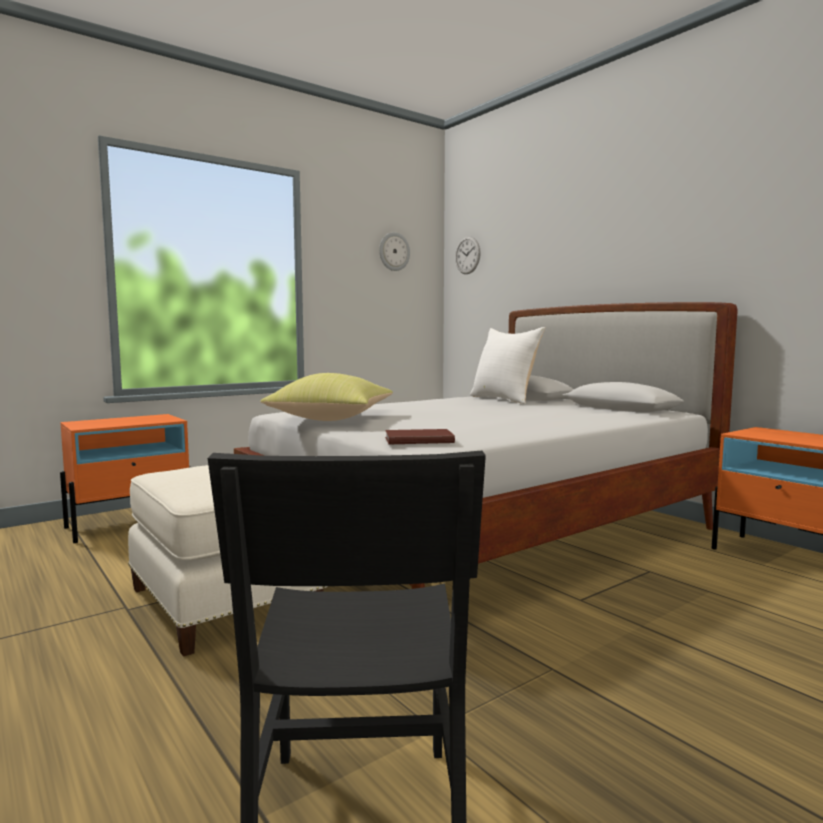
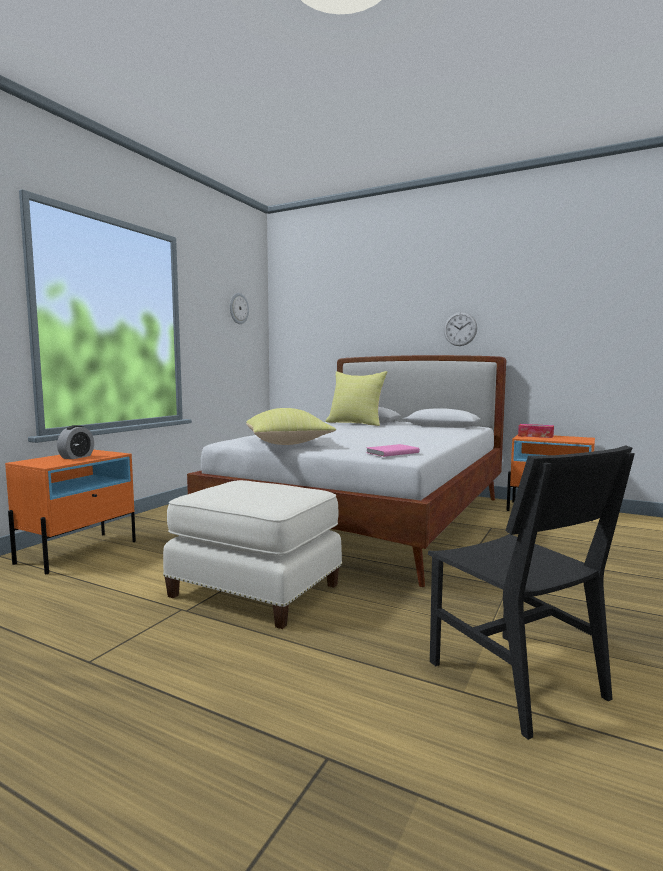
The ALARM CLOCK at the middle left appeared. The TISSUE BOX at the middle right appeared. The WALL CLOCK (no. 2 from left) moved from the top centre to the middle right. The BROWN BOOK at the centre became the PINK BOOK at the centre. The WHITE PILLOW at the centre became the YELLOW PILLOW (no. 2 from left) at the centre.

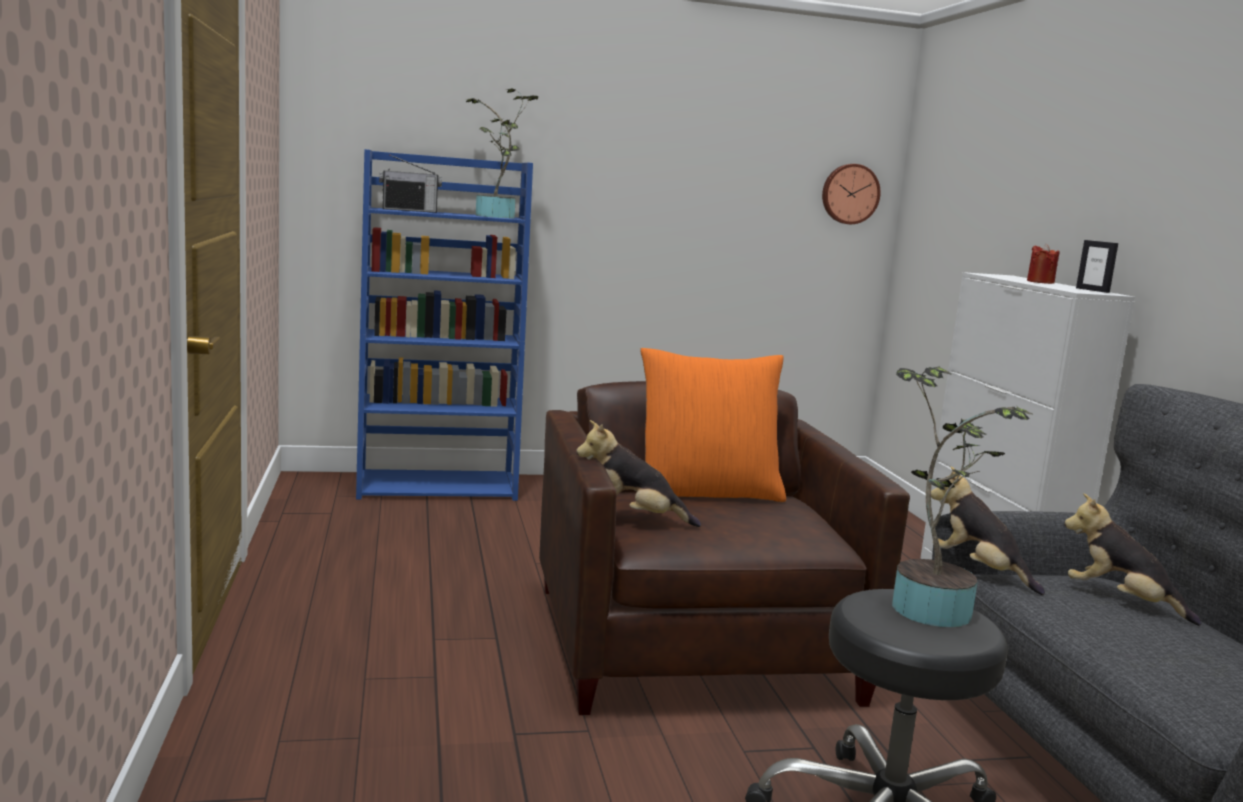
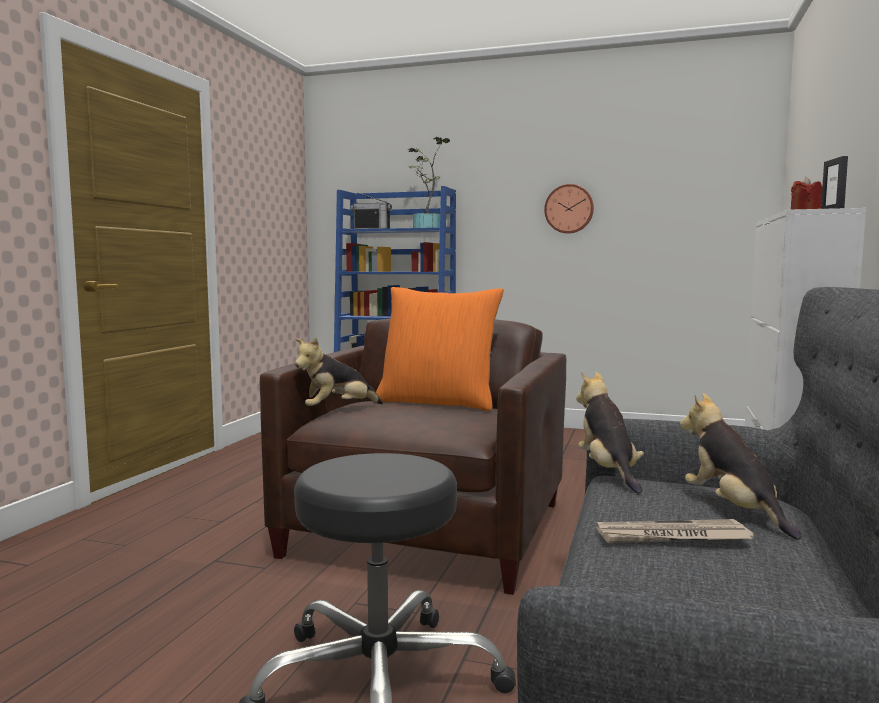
The POTTED PLANT (no. 2 from left) at the middle right disappeared. The NEWSPAPER at the bottom right appeared. The WALL CLOCK moved from the top right to the top centre. The PLUSH TOY (no. 1 from left) at the centre turned 75 degrees counterclockwise.

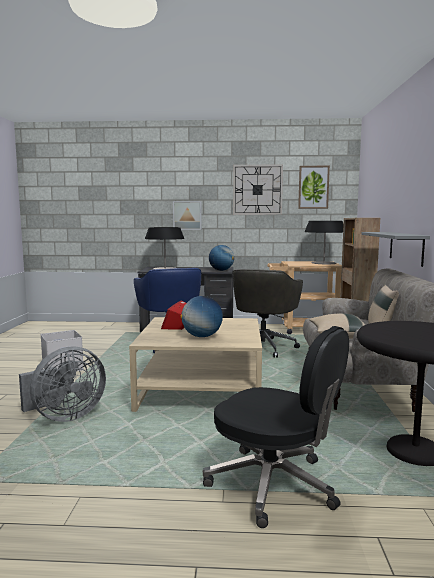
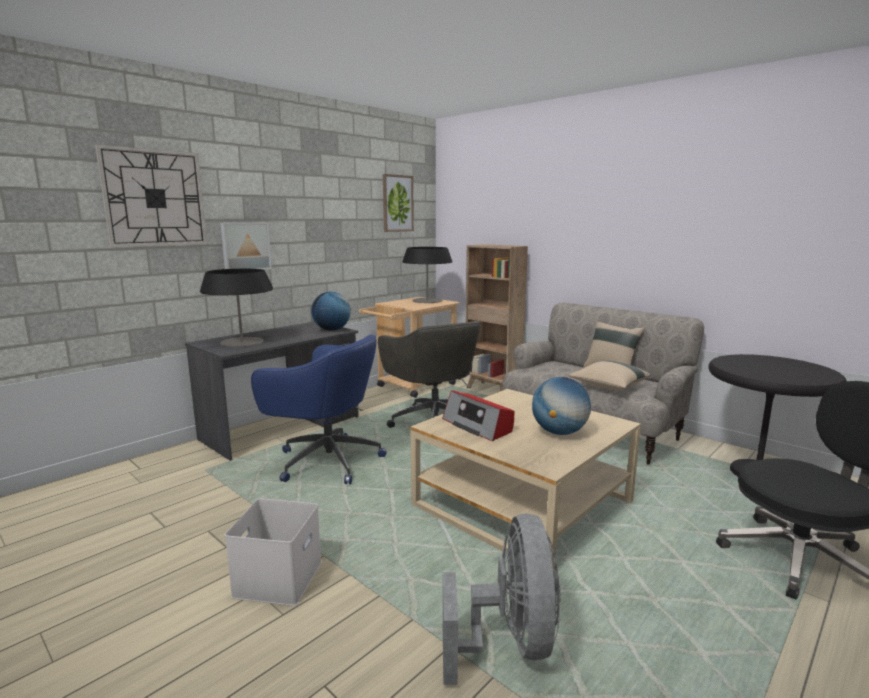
The GREY SHELF at the middle right disappeared. The WALL CLOCK moved from the top centre to the top left.

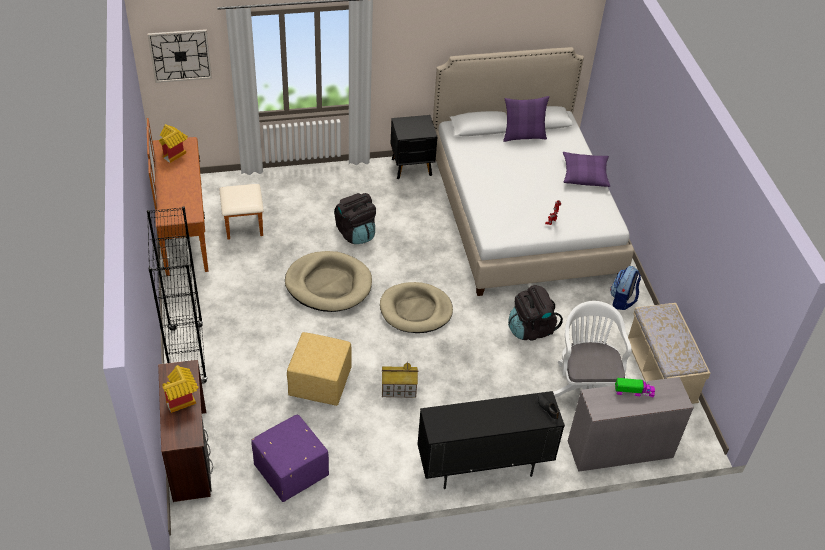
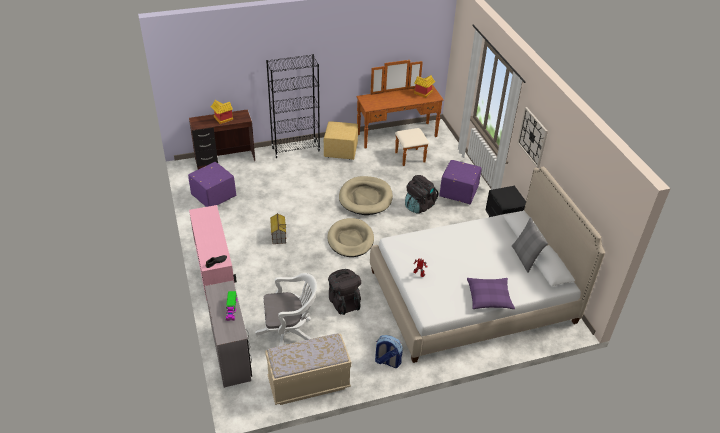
The PURPLE OTTOMAN (no. 2 from left) at the centre appeared. The WALL CLOCK moved from the top left to the top right. The YELLOW OTTOMAN moved from the bottom centre to the top centre. The BLACK CABINET at the bottom centre became the PINK CABINET at the middle left. The PURPLE PILLOW (no. 1 from left) at the top centre became the GREY PILLOW at the middle right.

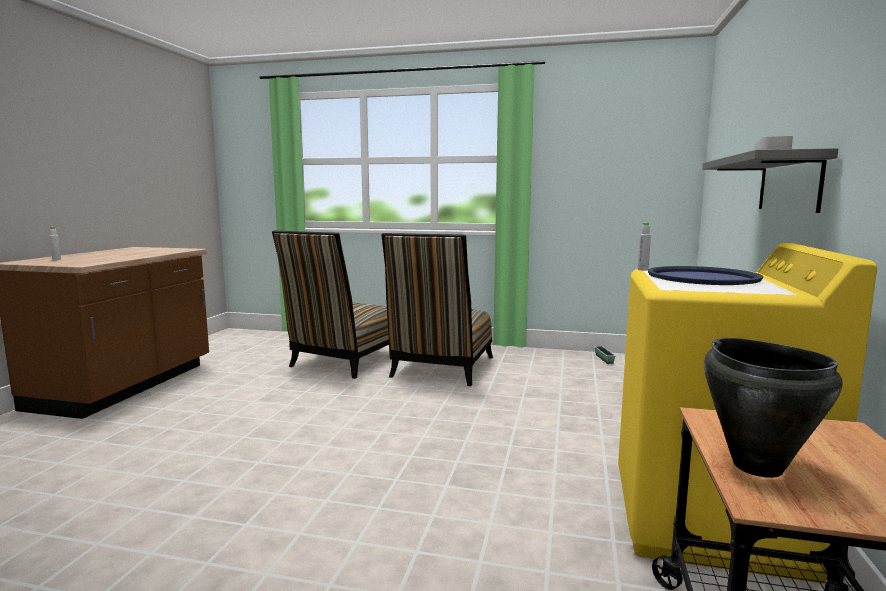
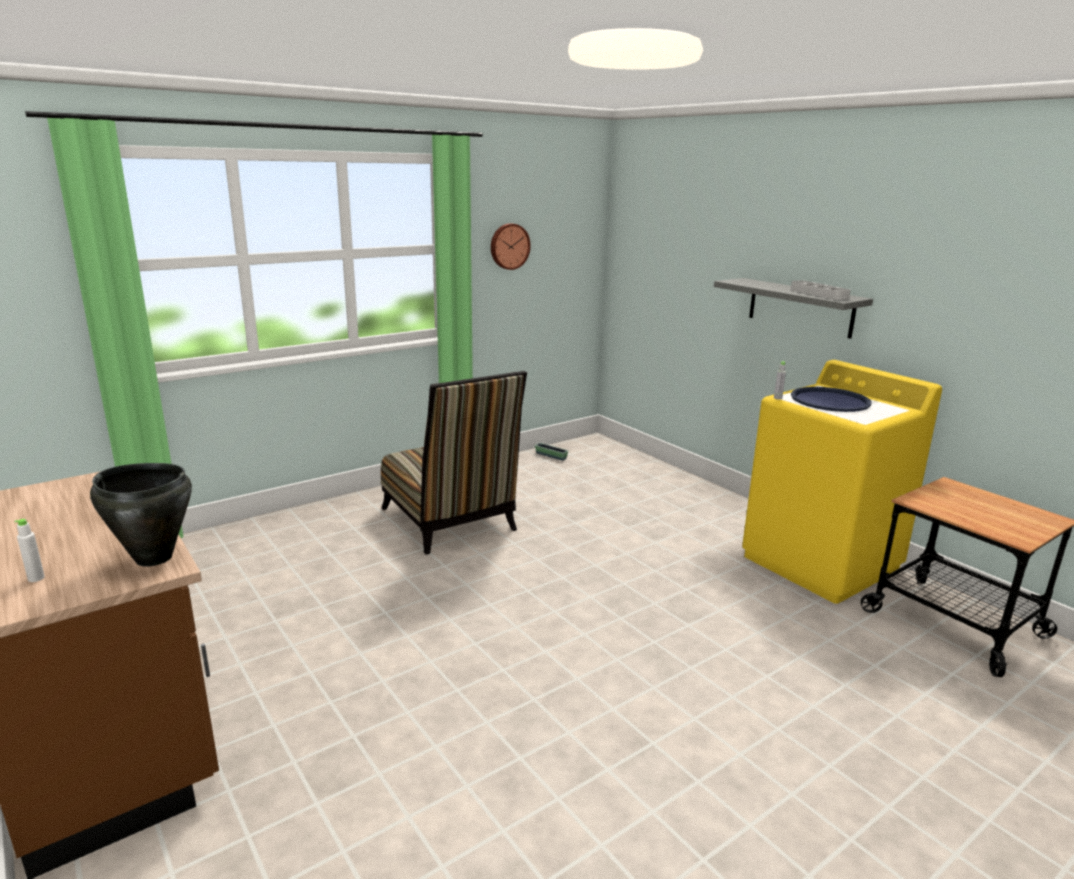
The CHAIR (no. 1 from left) at the centre disappeared. The WALL CLOCK at the top centre appeared. The BLACK COOKING POT moved from the bottom right to the middle left.

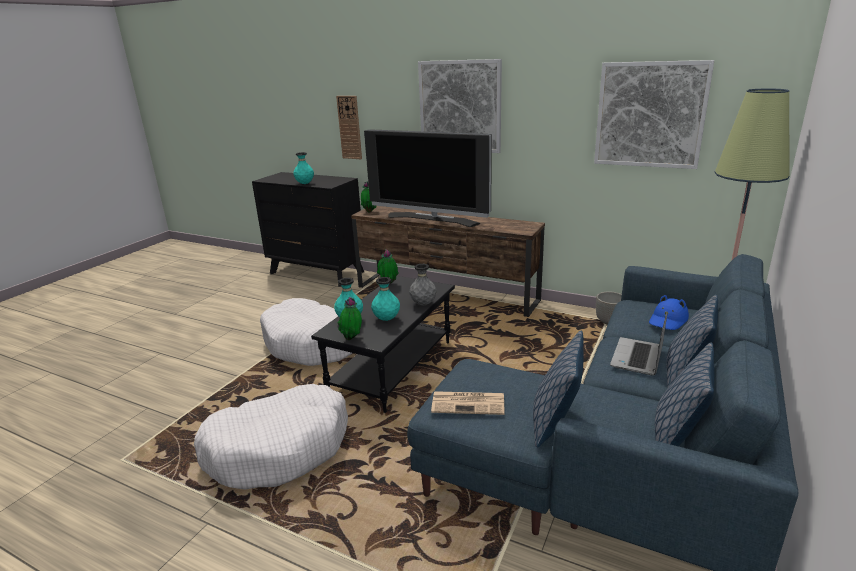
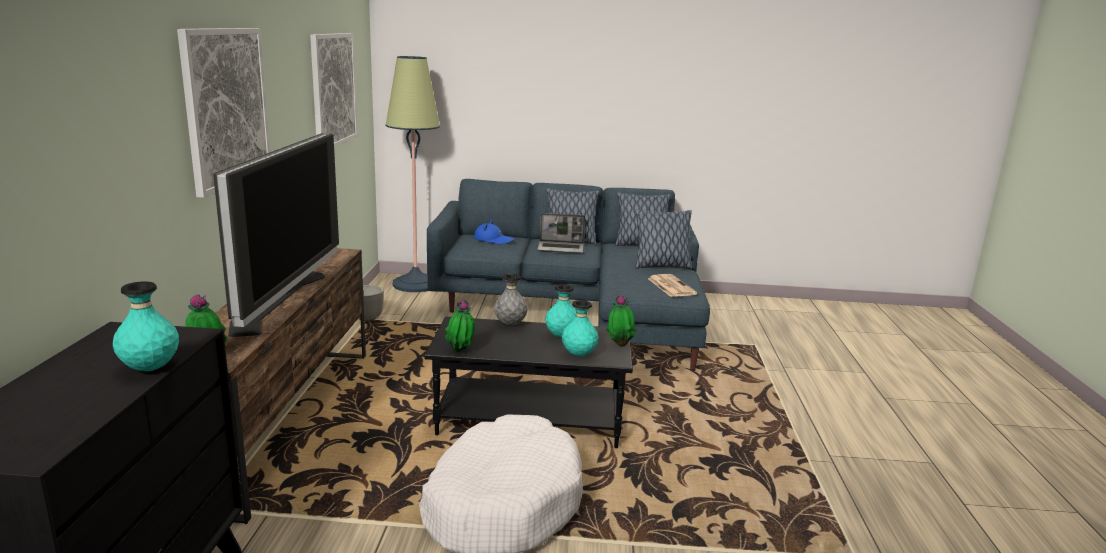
The WHITE DOG BED (no. 1 from left) at the bottom left disappeared. The WALL CLOCK at the top centre disappeared.

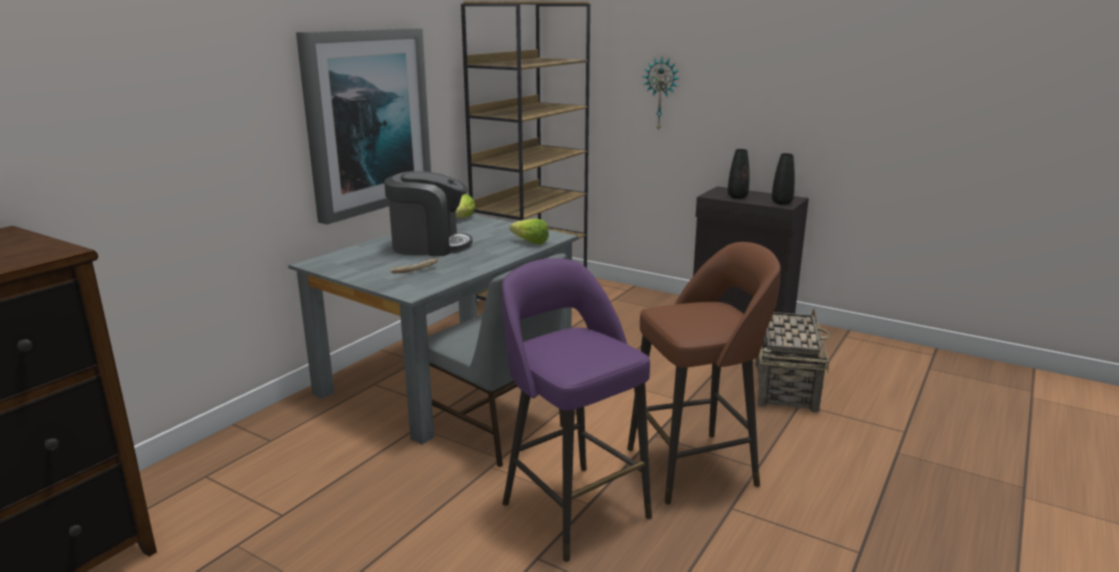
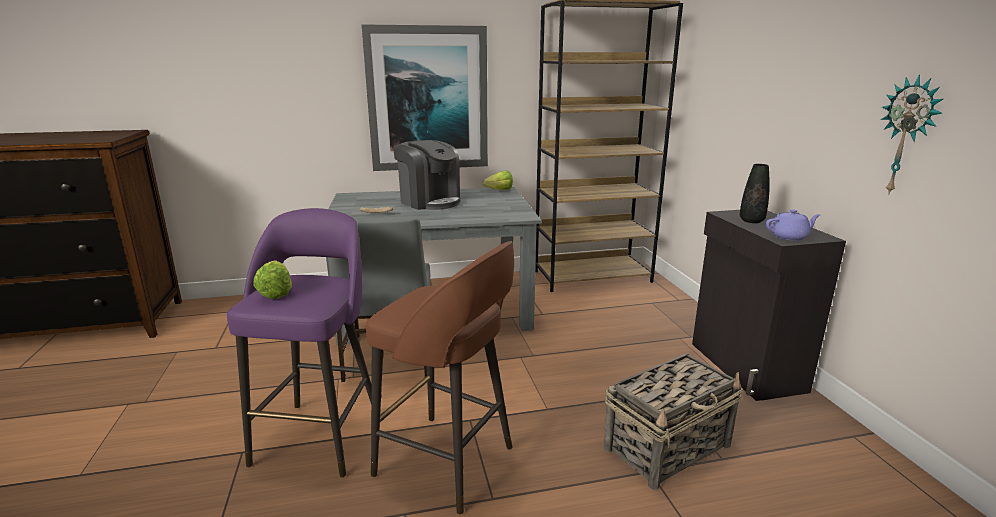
The LETTUCE (no. 2 from left in the first image) moved from the centre to the middle left. The WALL CLOCK moved from the top centre to the top right. The BLACK VASE (no. 2 from left) at the top right was replaced by the PURPLE TEAPOT at the middle right.

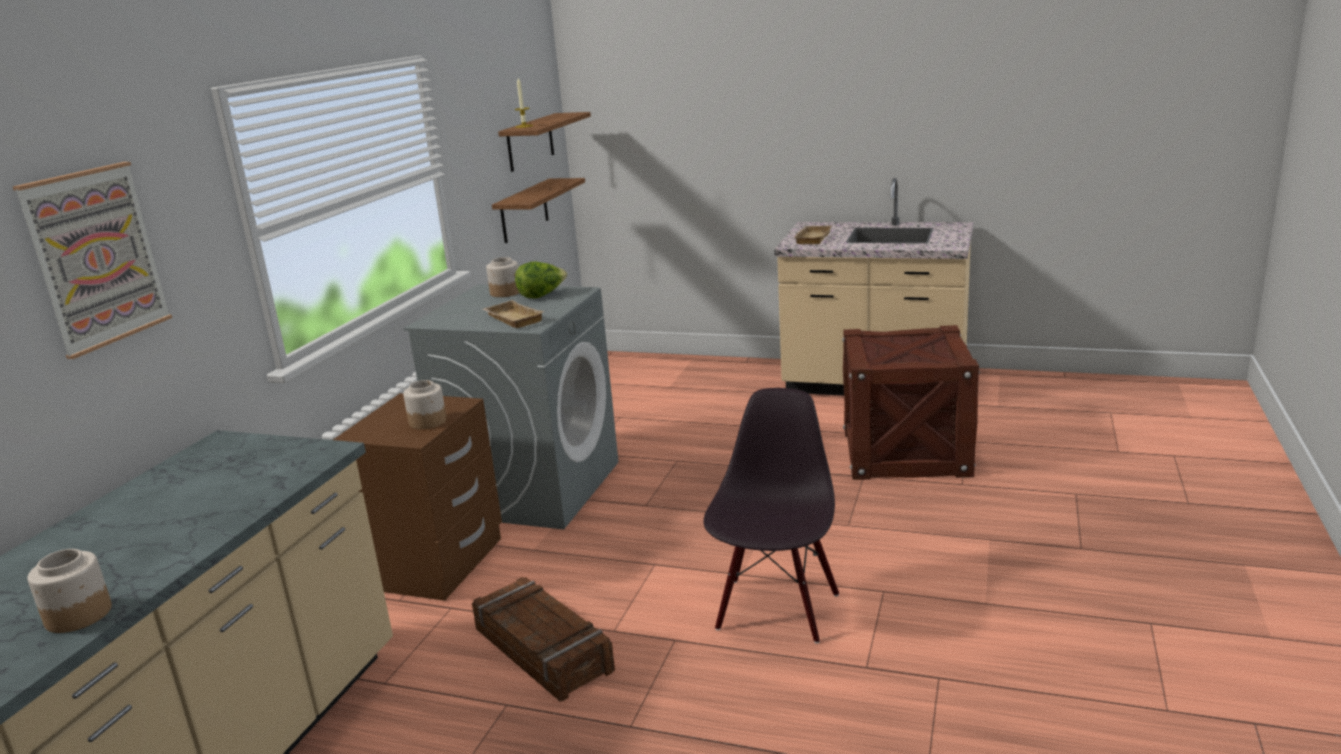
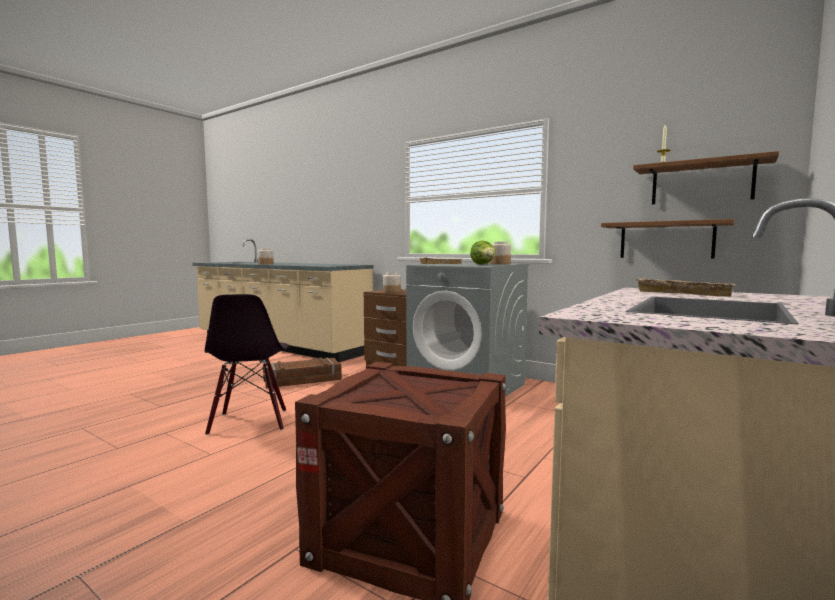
The PICTURE at the middle left disappeared. The BLACK CHAIR at the bottom centre turned 45 degrees clockwise.

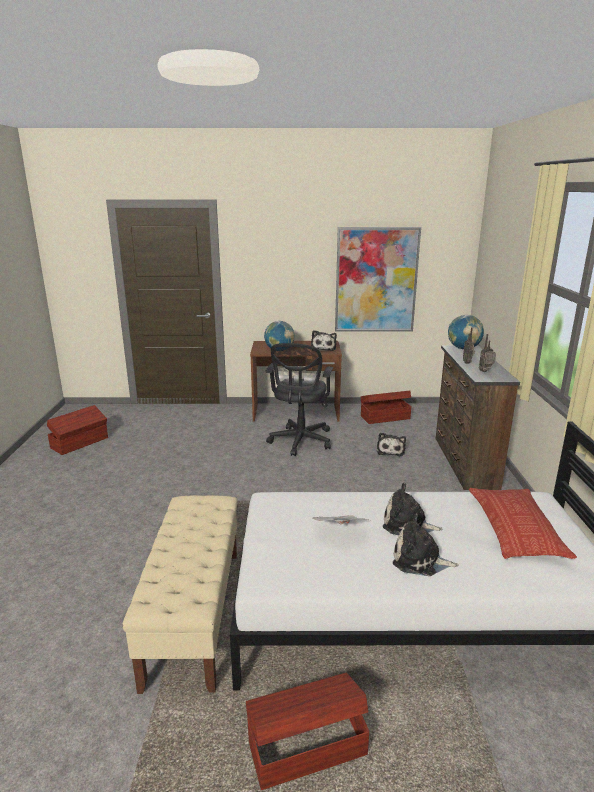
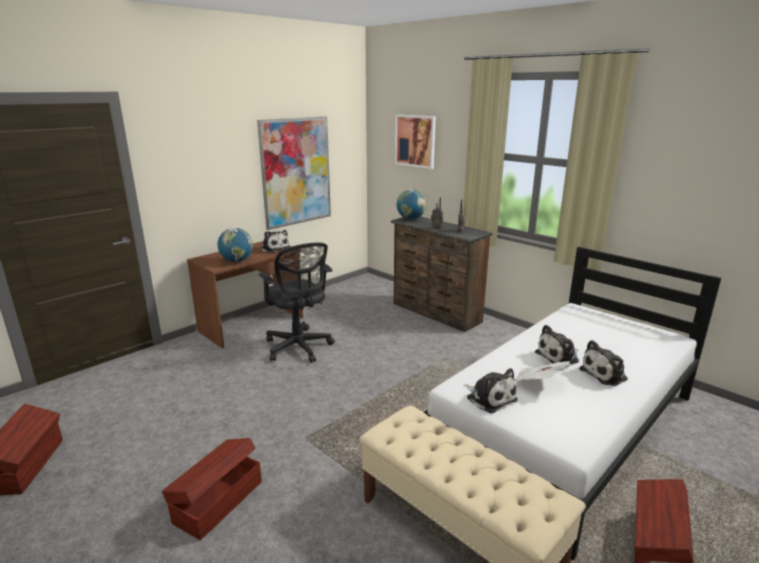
The PILLOW at the middle right disappeared. The PICTURE (no. 2 from left) at the top centre appeared. The BROWN STORAGE BOX (no. 3 from left in the first image) moved from the centre to the bottom left. The PLUSH TOY (no. 2 from left) moved from the centre to the bottom centre.

